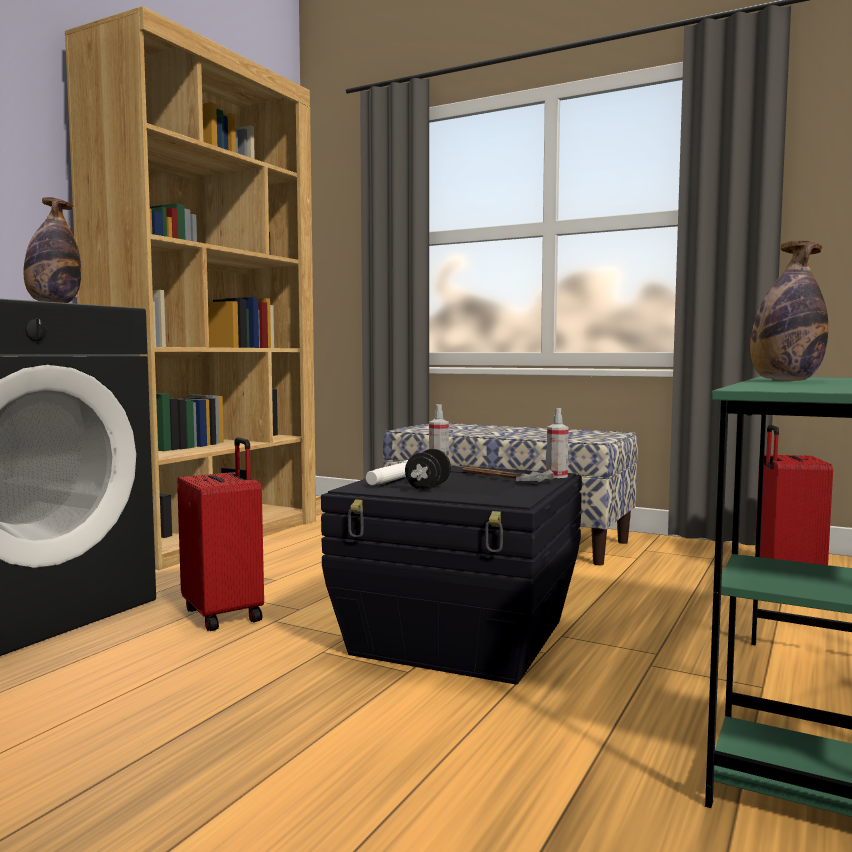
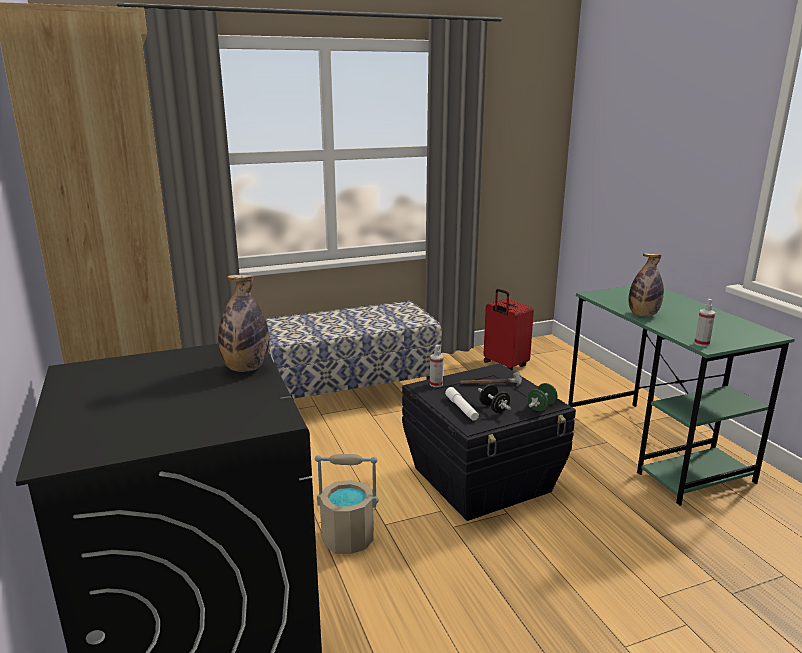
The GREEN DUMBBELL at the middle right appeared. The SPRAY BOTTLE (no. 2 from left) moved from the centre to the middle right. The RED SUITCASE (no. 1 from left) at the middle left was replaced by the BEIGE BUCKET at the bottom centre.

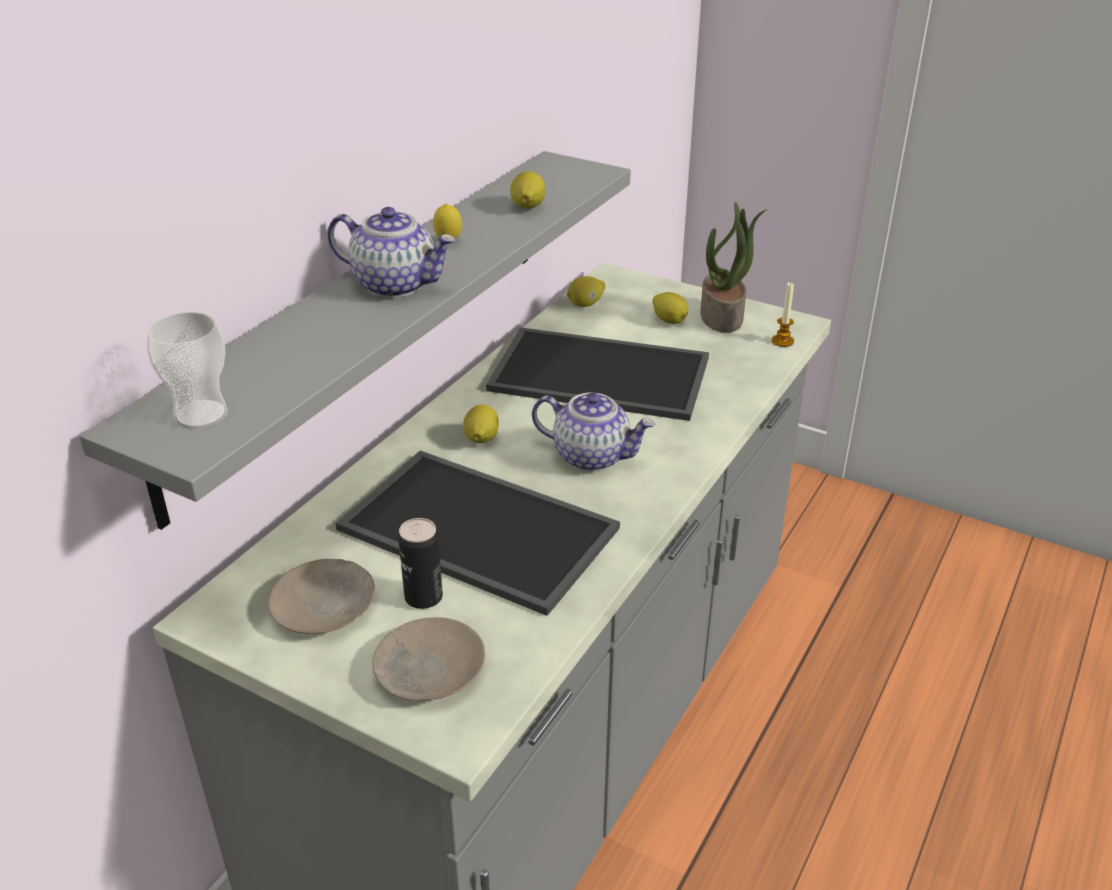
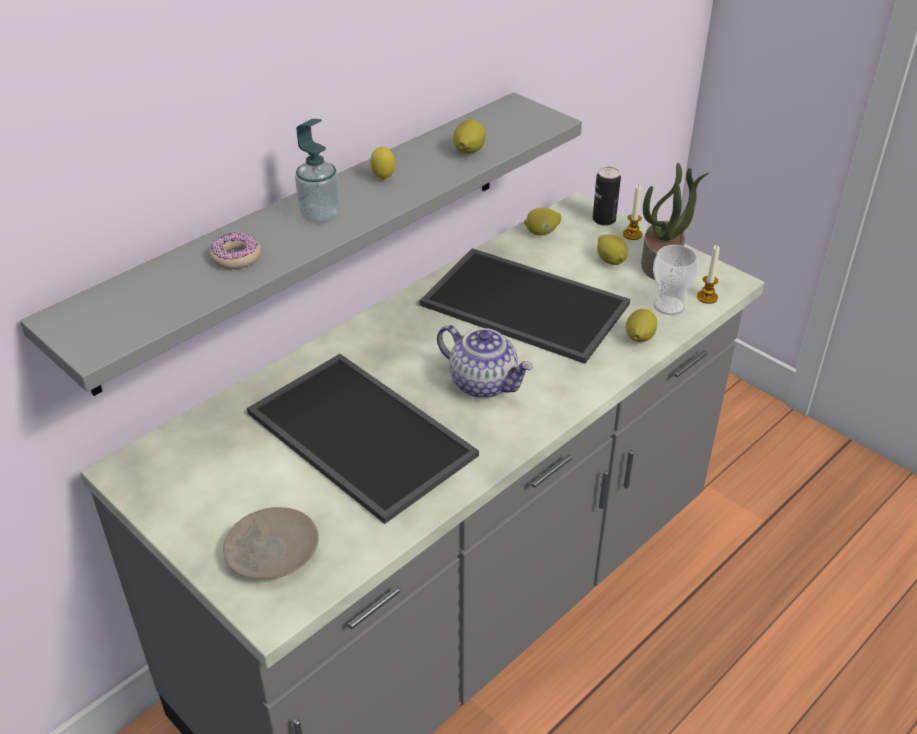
The BEIGE PLATE (no. 1 from left) at the bottom left disappeared. The DONUT at the middle left appeared. The CANDLE (no. 1 from left) at the top right appeared. The CUP moved from the middle left to the middle right. The CAN moved from the centre to the top centre. The LEMON (no. 2 from left in the first image) moved from the centre to the middle right. The TEAPOT (no. 1 from left) at the top centre was replaced by the SOAP DISPENSER at the top centre.

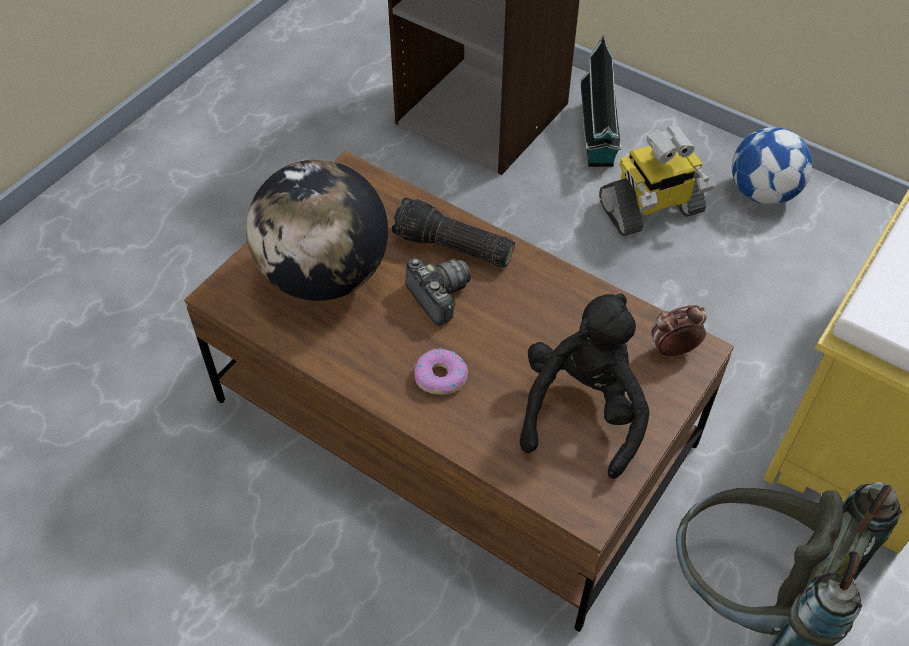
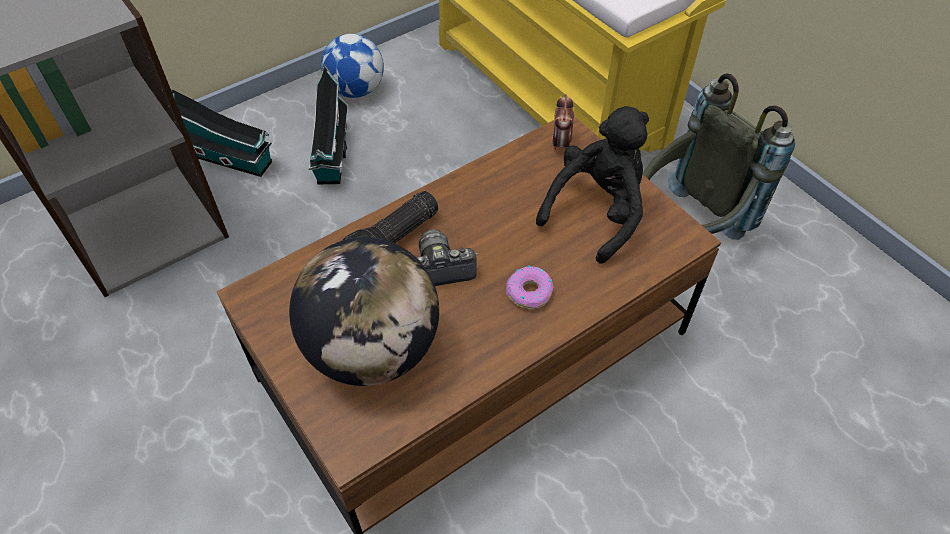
The TOY ROBOT at the top right was replaced by the TOY HOUSE (no. 2 from left) at the top centre. The BLACK PLUSH TOY at the centre turned 90 degrees clockwise.

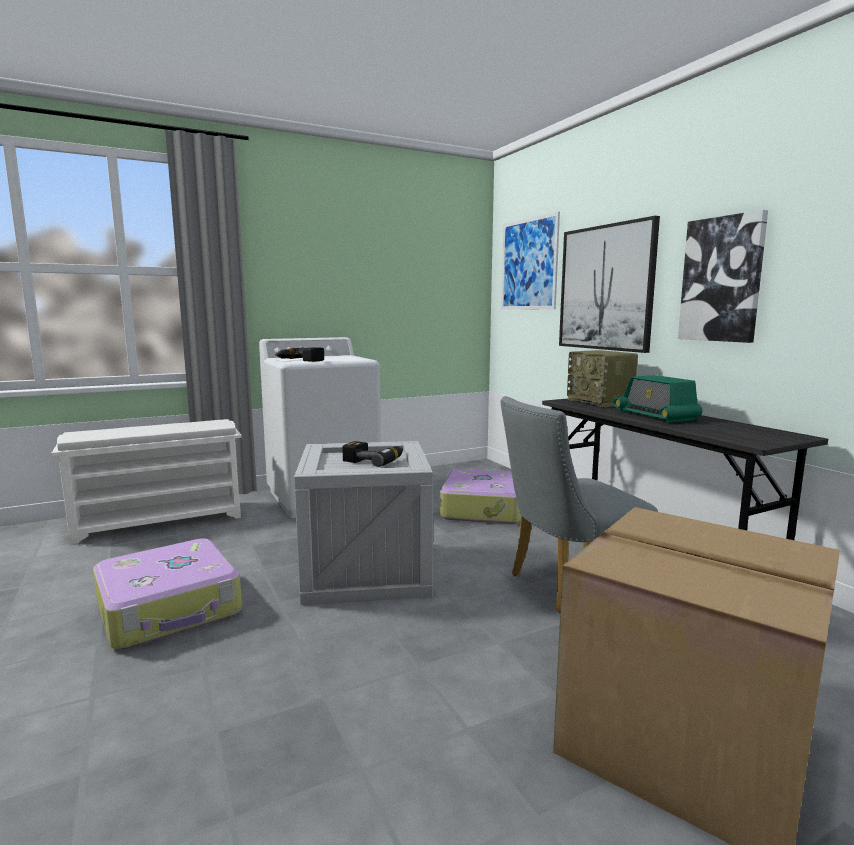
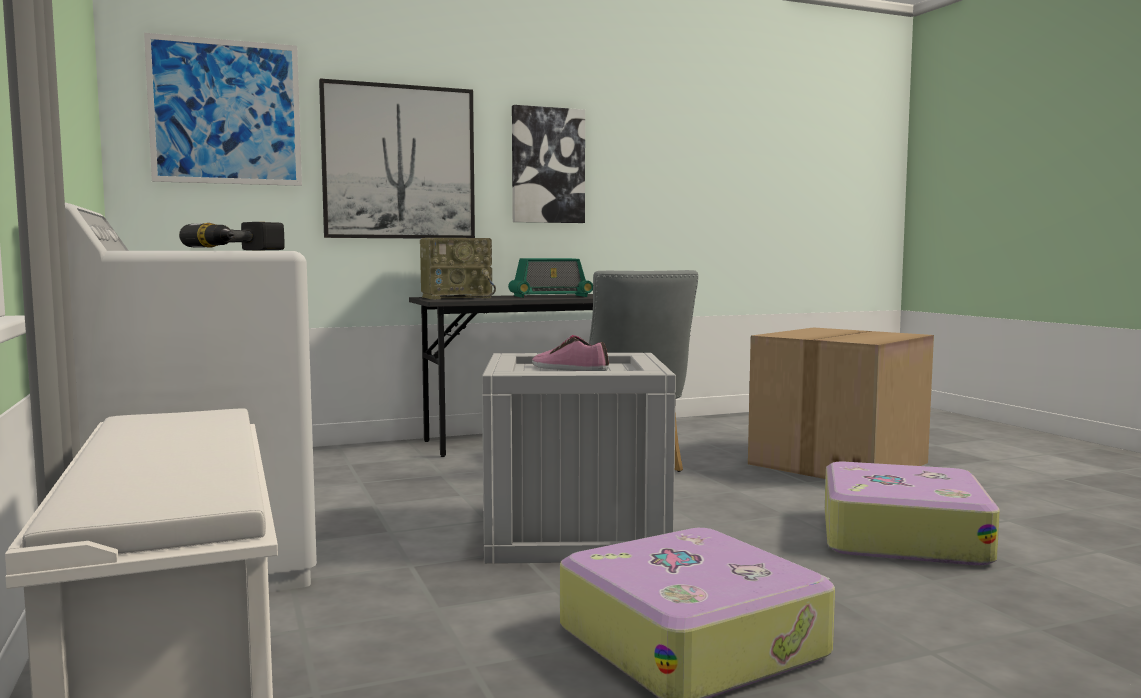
The SUITCASE (no. 2 from left) moved from the centre to the bottom right. The POWER DRILL (no. 2 from left) at the centre was replaced by the SHOE at the centre.

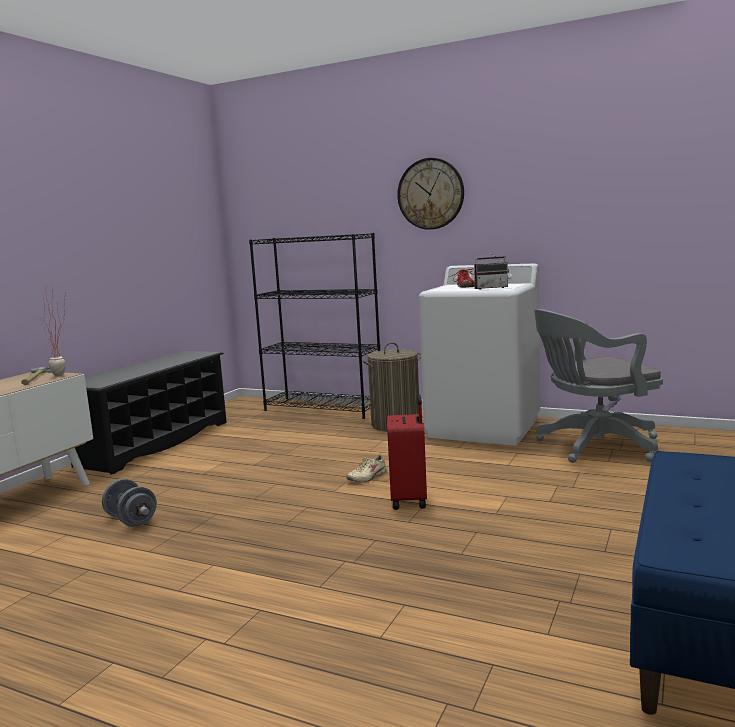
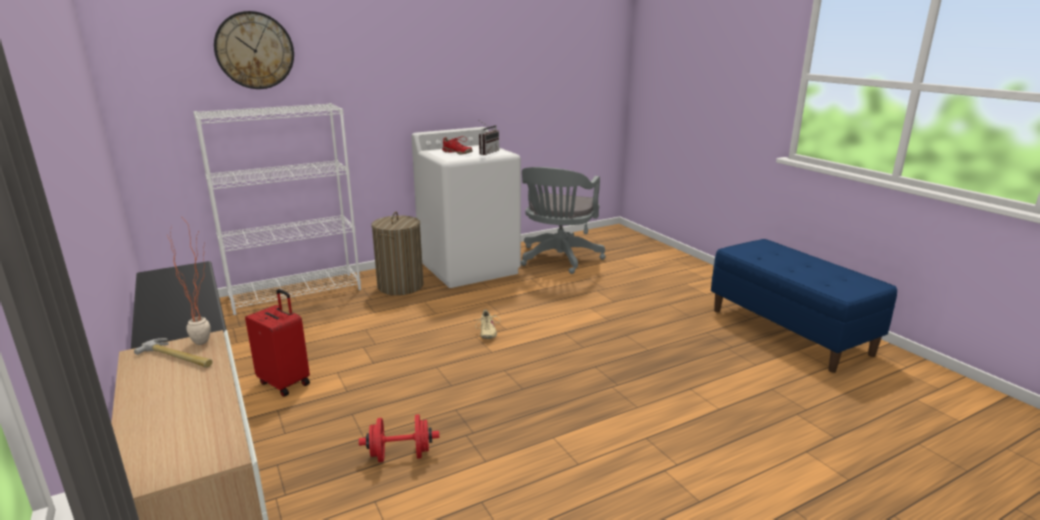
The RED SUITCASE moved from the centre to the middle left. The WALL CLOCK moved from the top centre to the top left. The GREY DUMBBELL at the bottom left became the RED DUMBBELL at the bottom centre. The BLACK BOOKCASE at the centre became the WHITE BOOKCASE at the middle left.

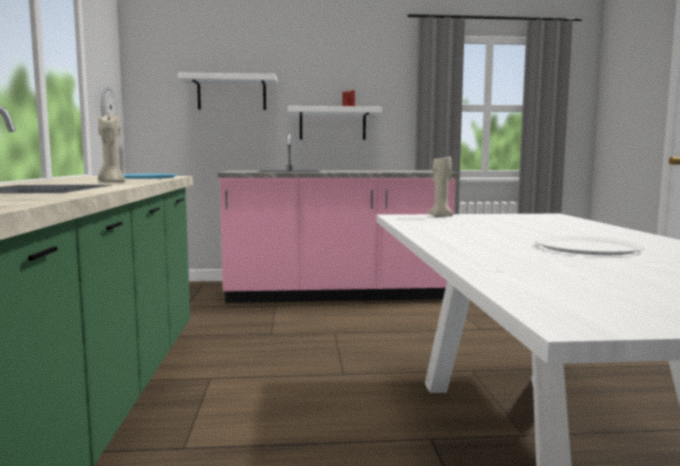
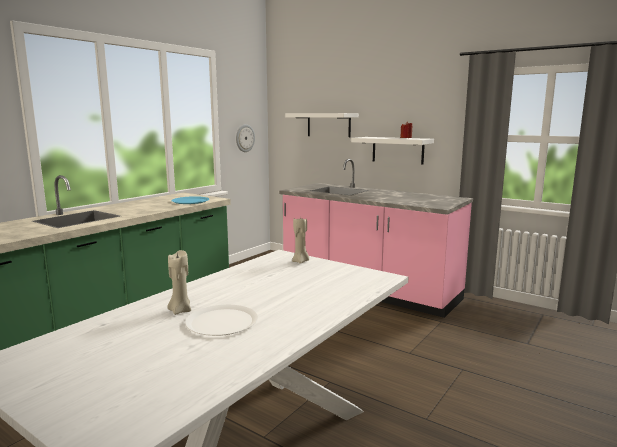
The BEIGE CANDLE (no. 1 from left) moved from the top left to the middle left.

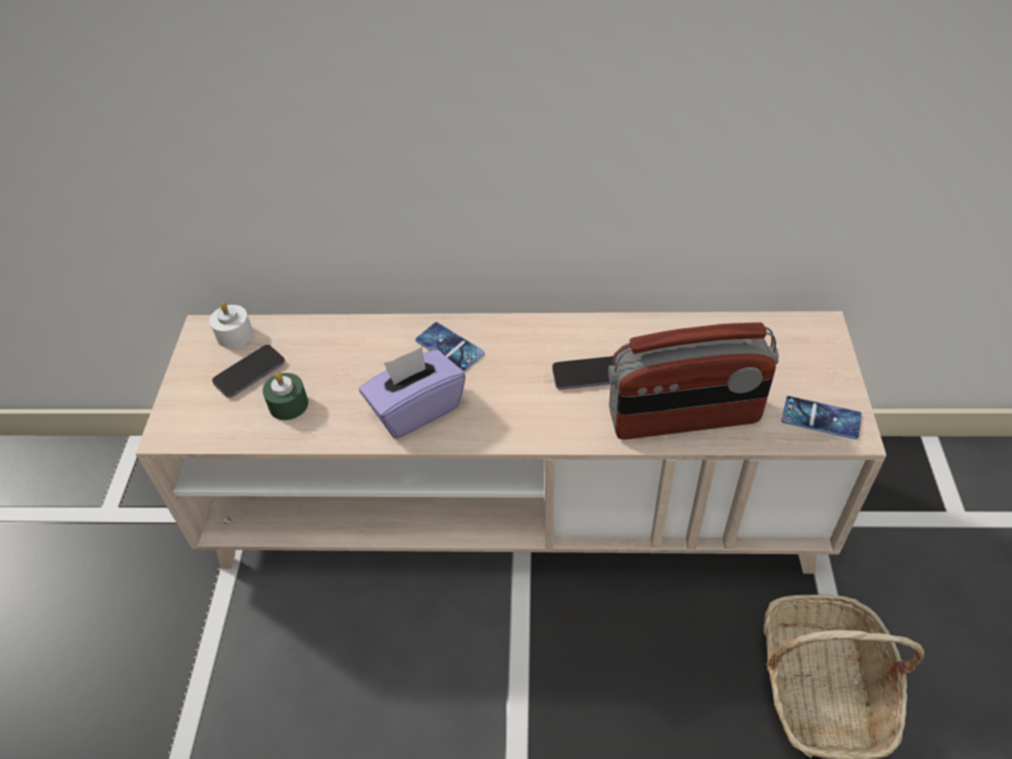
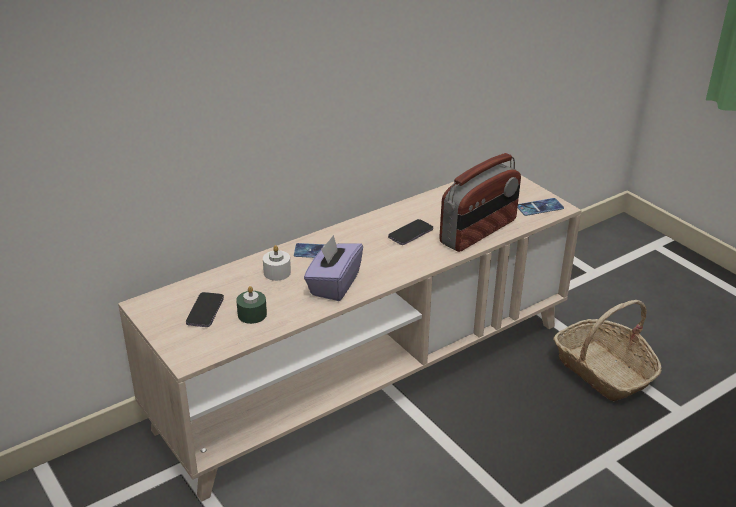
The WHITE CANDLE moved from the middle left to the centre.

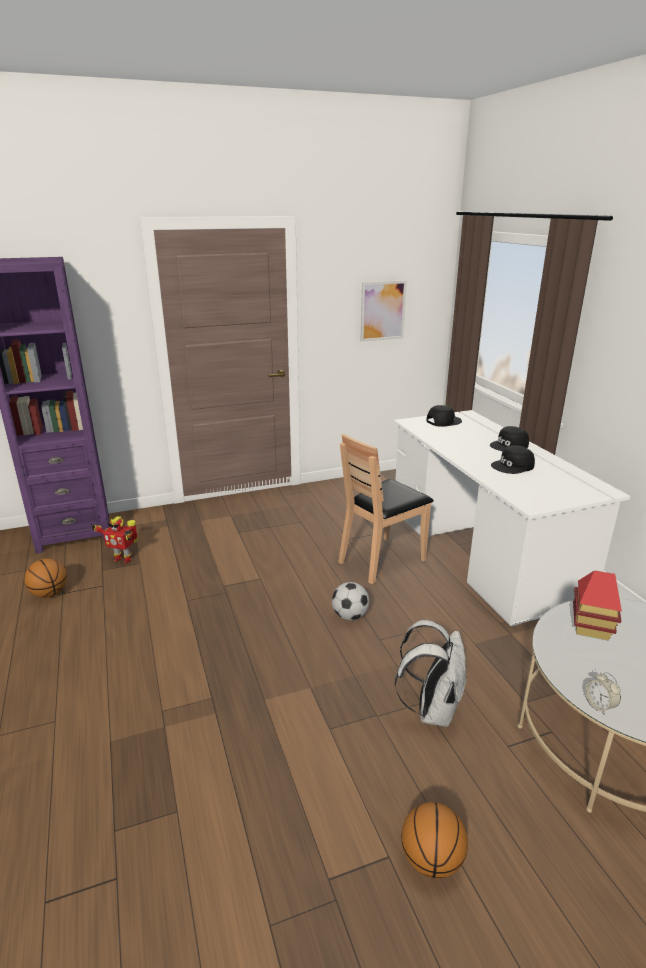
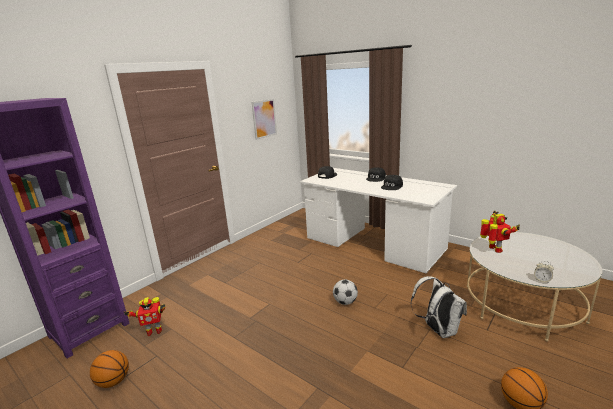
The BROWN CHAIR at the centre disappeared. The TOY HOUSE at the middle right was replaced by the TOY ROBOT (no. 2 from left) at the middle right.

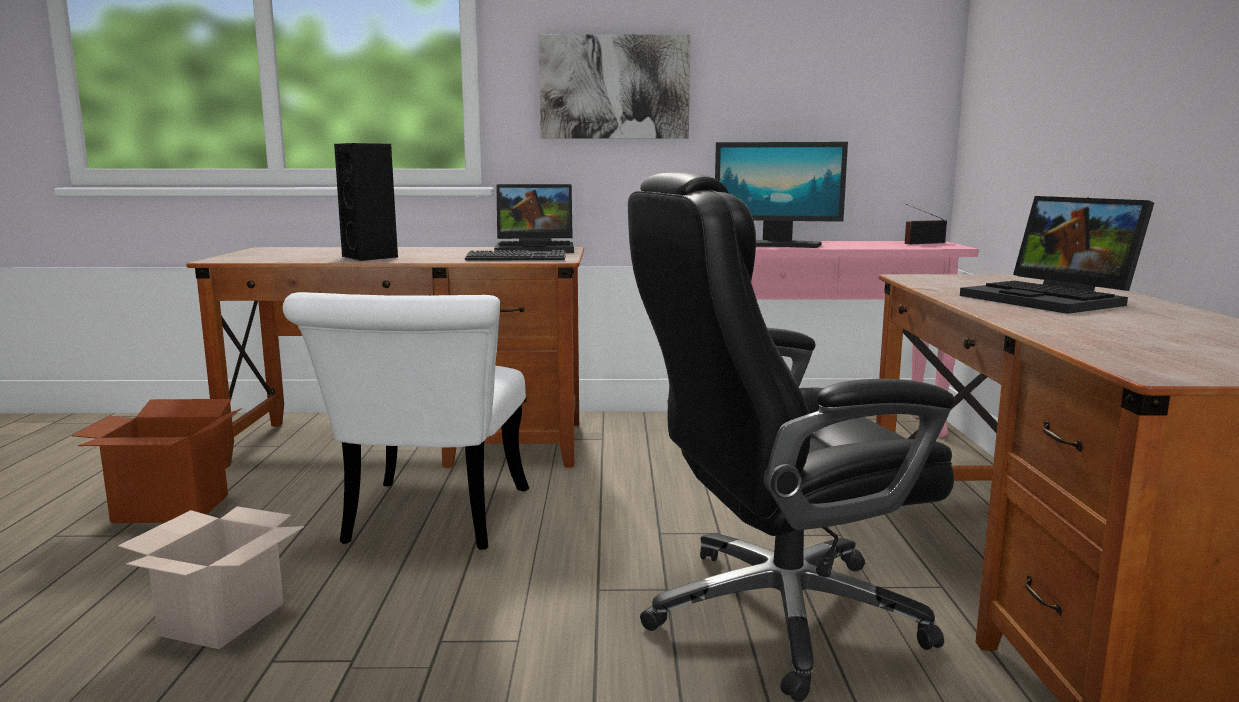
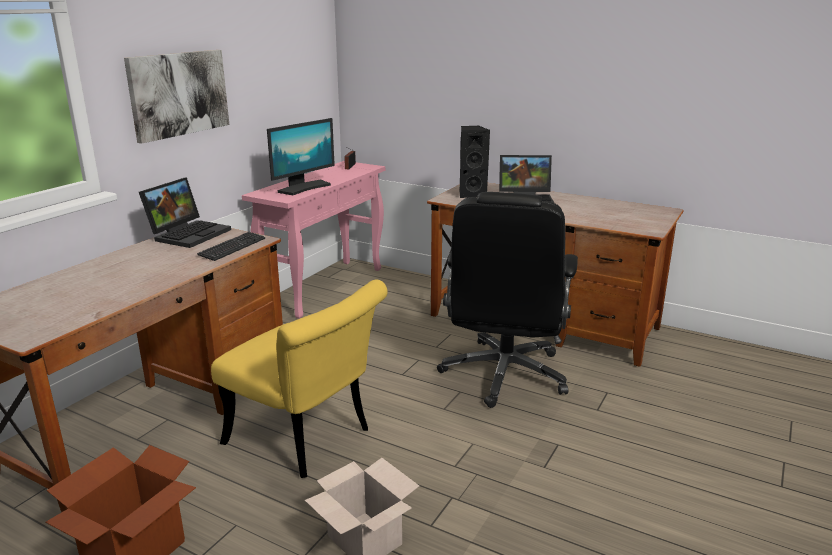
The BLACK SPEAKER moved from the top left to the top centre. The WHITE CHAIR at the middle left became the YELLOW CHAIR at the bottom centre.

